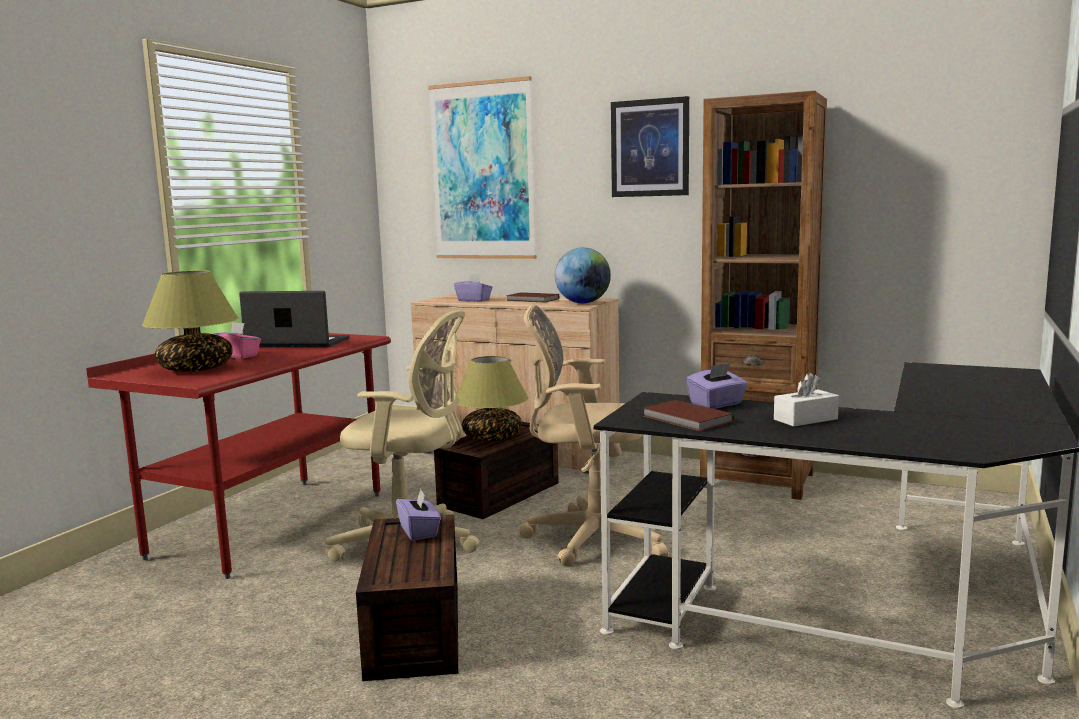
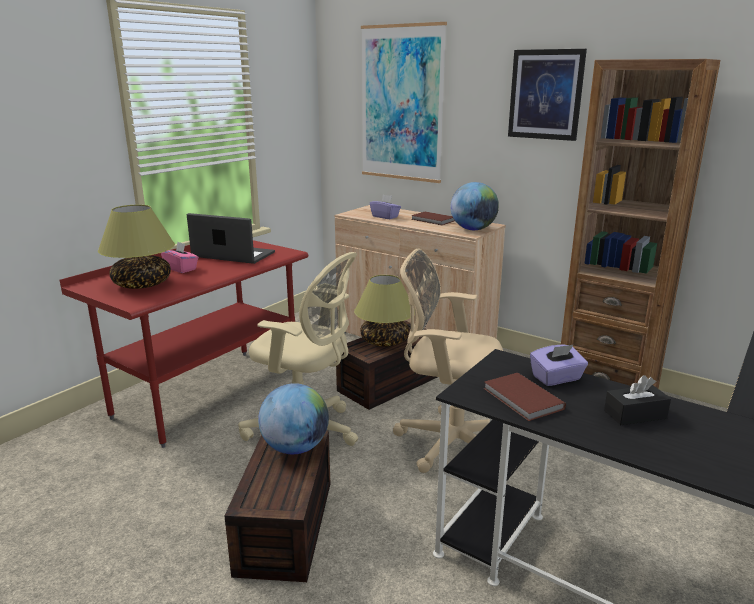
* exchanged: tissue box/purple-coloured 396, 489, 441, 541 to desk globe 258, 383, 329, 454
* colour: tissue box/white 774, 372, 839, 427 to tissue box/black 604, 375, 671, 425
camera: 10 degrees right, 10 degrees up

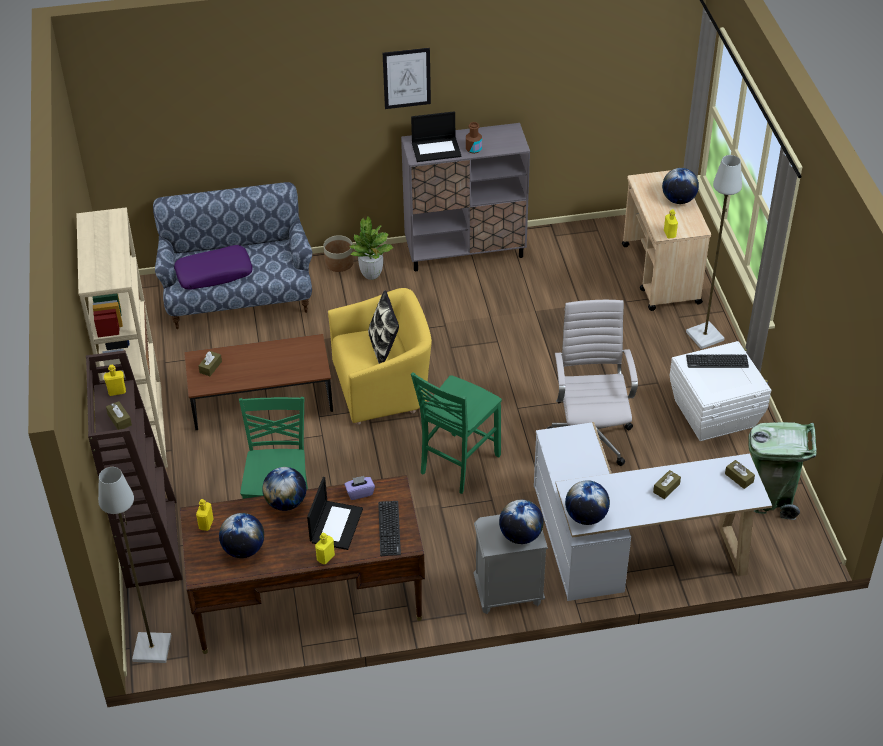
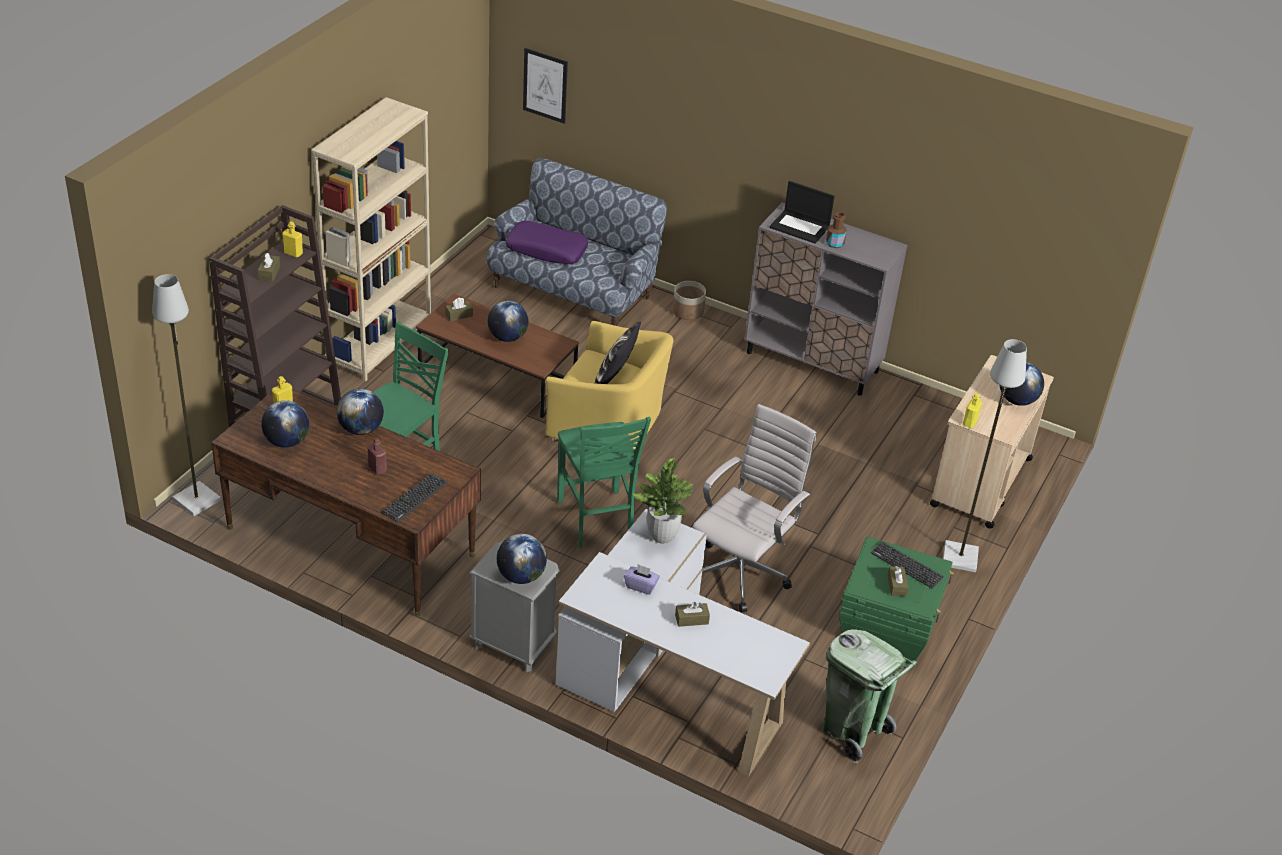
* missing: drink bottle/yellow-coloured 315, 532, 335, 564
* relocated: tissue box/purple-coloured 344, 476, 375, 500 to 624, 564, 660, 595
* relocated: potted plant 350, 216, 393, 280 to 633, 458, 693, 544
* relocated: wall art 383, 48, 431, 109 to 523, 48, 568, 124
* relocated: desk globe 565, 480, 610, 525 to 488, 301, 529, 342
* relocated: tissue box/brownish 725, 460, 755, 489 to 887, 566, 908, 596
* exchanged: notebook computer 307, 477, 363, 550 to drink bottle/red 368, 438, 387, 475
* colour: storage box/white 670, 341, 771, 441 to storage box/green-coloured 839, 537, 954, 661
* spun: chair/green-coloured 411, 372, 502, 494 = 557, 417, 651, 548 90 degrees counterclockwise
camera: 35 degrees right, 5 degrees down

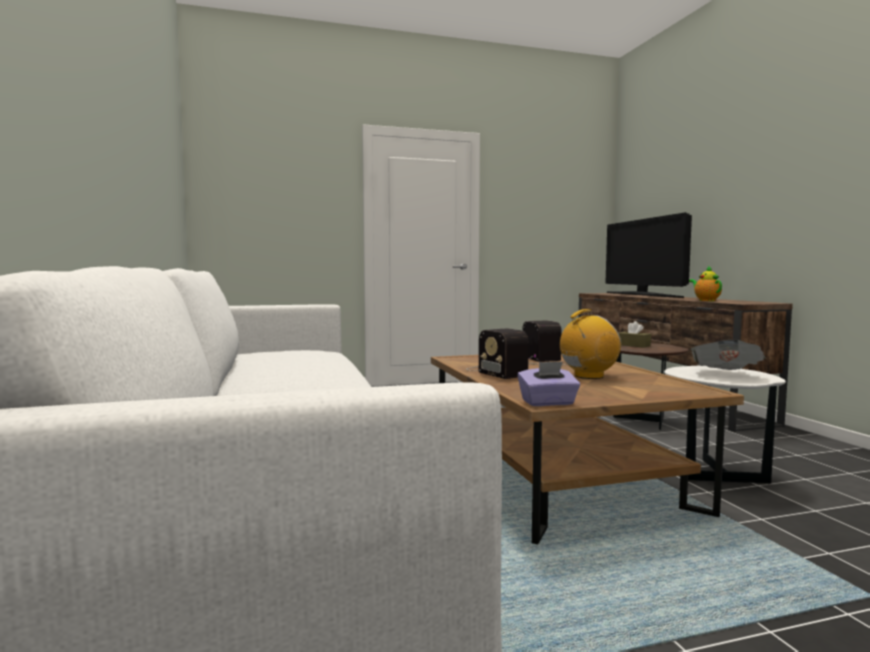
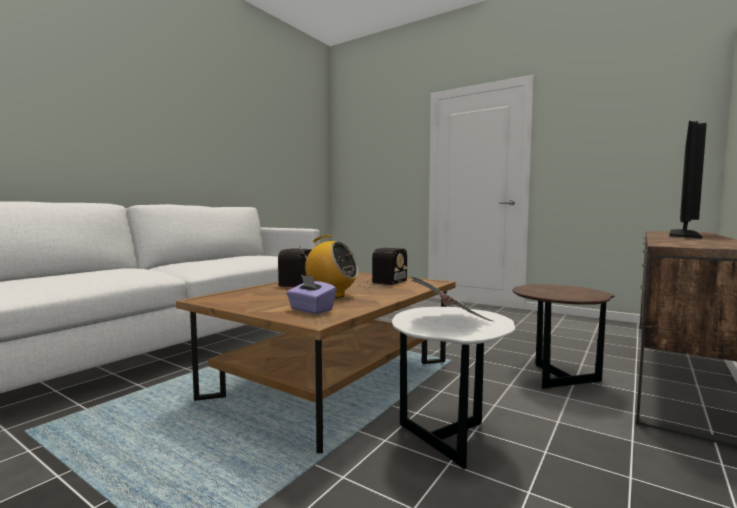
* missing: tissue box/brownish 618, 321, 651, 348
* missing: tea pot 689, 266, 722, 301
* relocated: tissue box/purple-coloured 518, 362, 580, 406 to 286, 275, 337, 314
camera: 50 degrees right, 0 degrees up

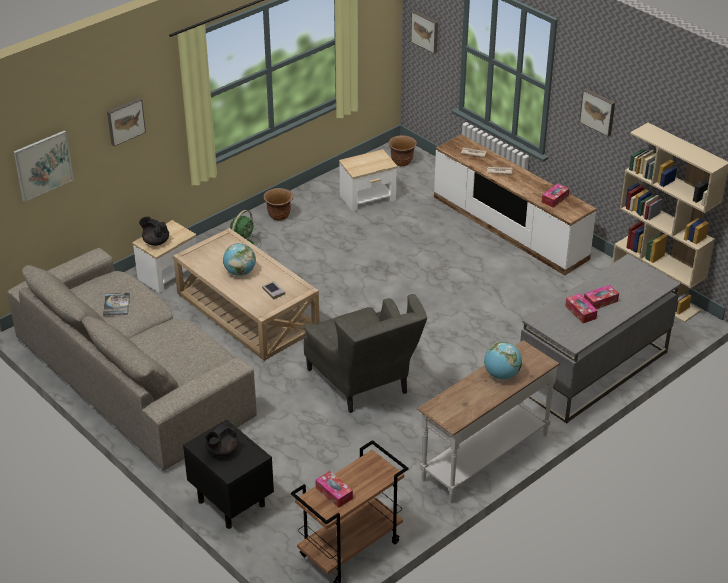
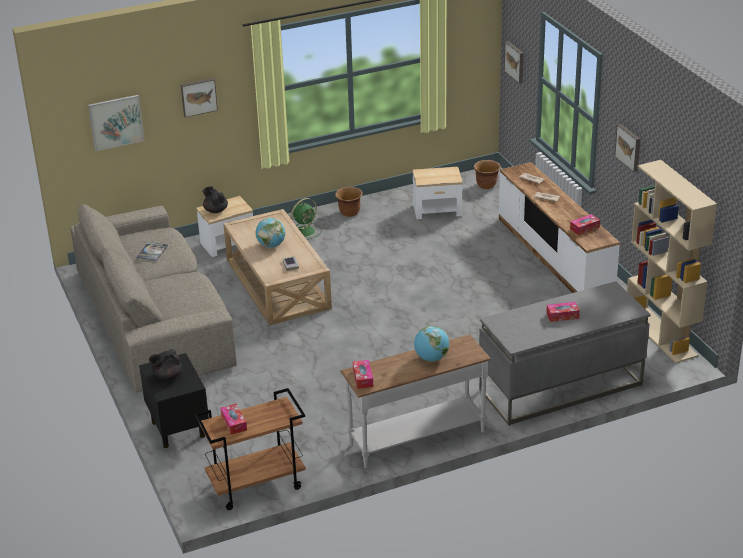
* missing: lounge chair/gray 304, 294, 427, 413
* relocated: tissue box 565, 293, 598, 323 to 353, 360, 373, 389
camera: 20 degrees right, 5 degrees down

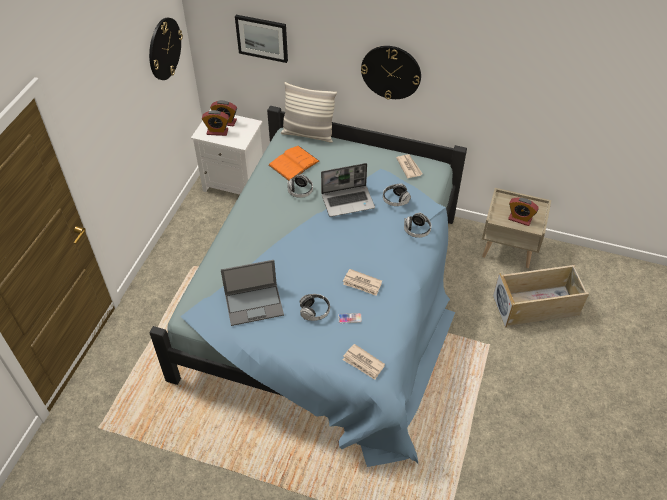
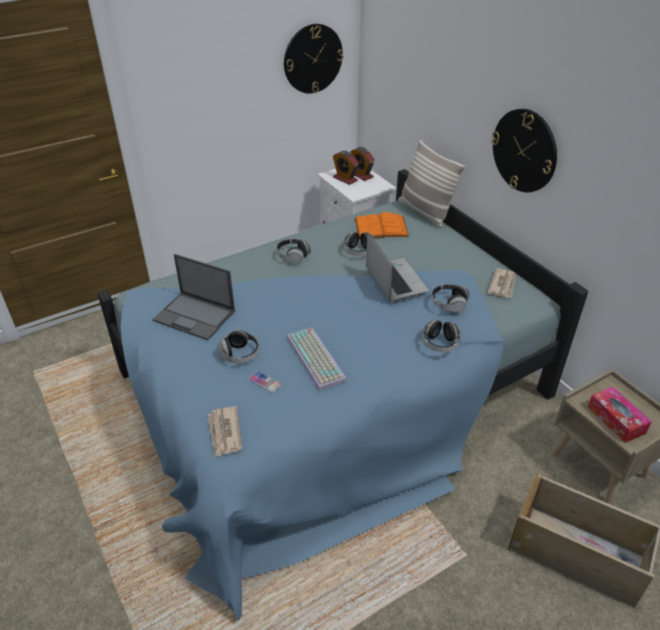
* missing: wall art 235, 15, 288, 63
* appeared: pair of headphones 276, 239, 311, 264
* exchanged: newspaper 343, 269, 382, 296 to keyboard 287, 328, 347, 390
* exchanged: alarm clock 508, 198, 539, 226 to tissue box 588, 387, 651, 443
* spun: notebook computer 321, 163, 375, 217 = 366, 233, 429, 301 135 degrees counterclockwise
camera: 40 degrees right, 10 degrees down

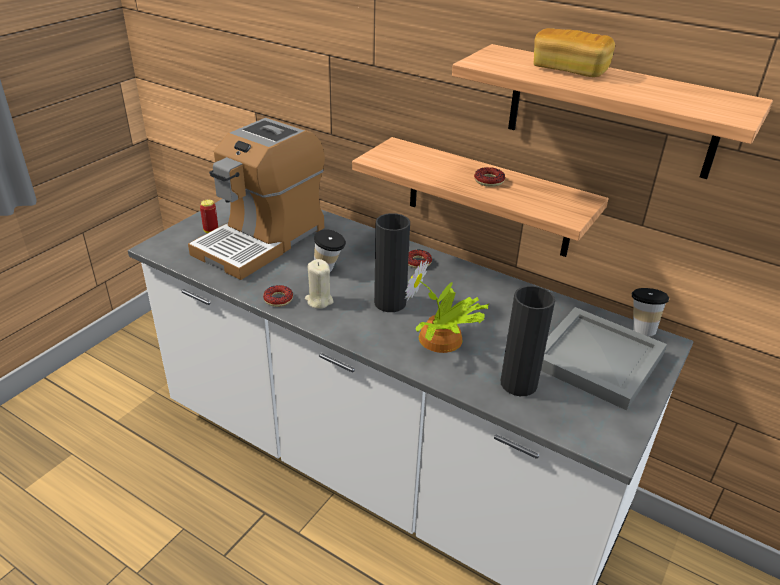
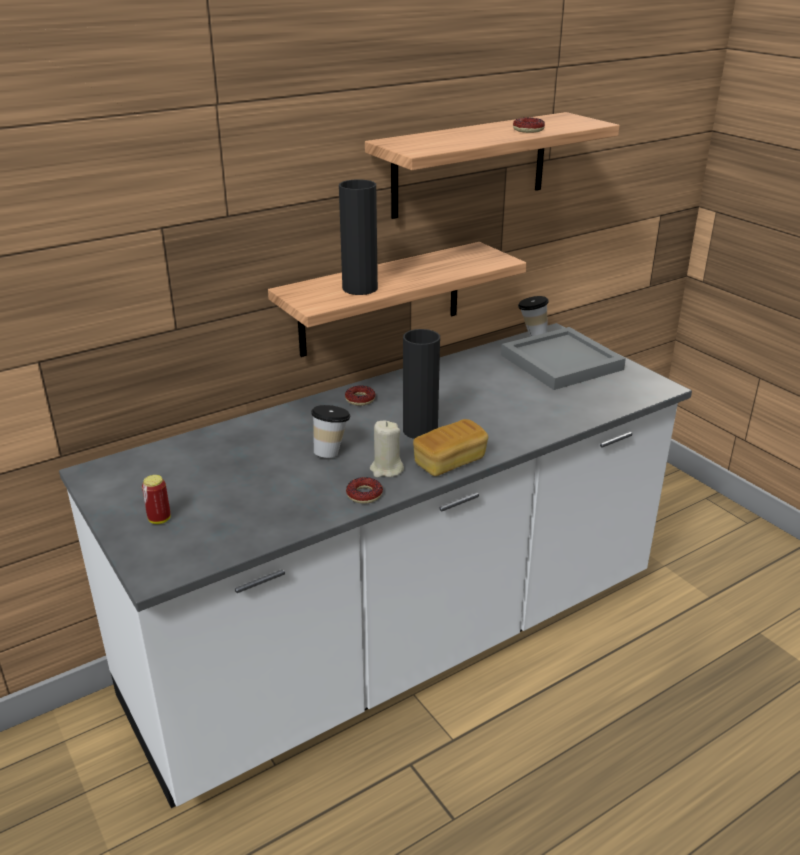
* missing: coffee maker 188, 118, 325, 280
* missing: potted plant 405, 260, 489, 353
* relocated: donut 474, 167, 505, 187 to 513, 117, 545, 133
* relocated: flower vase/black 501, 286, 555, 396 to 339, 179, 378, 295
* relocated: bread 534, 28, 615, 77 to 413, 419, 488, 476
camera: 65 degrees left, 5 degrees down

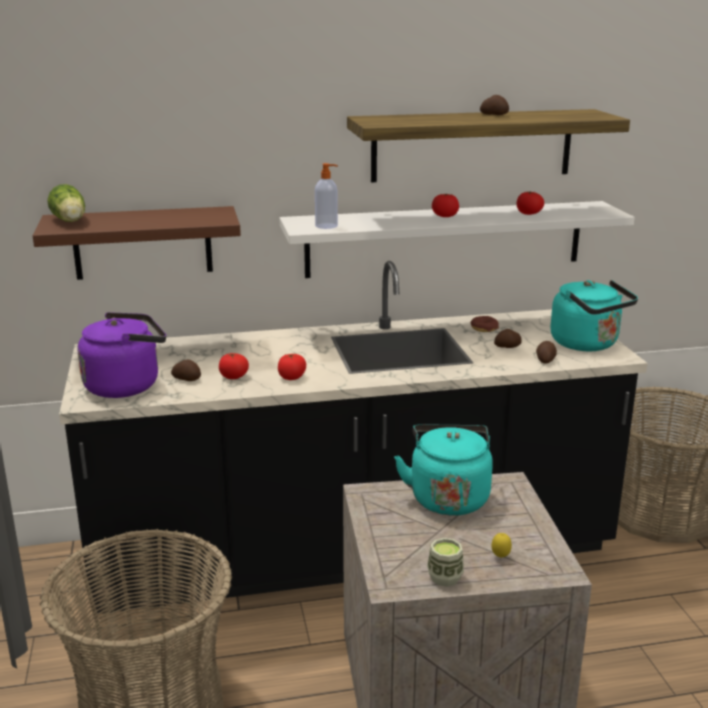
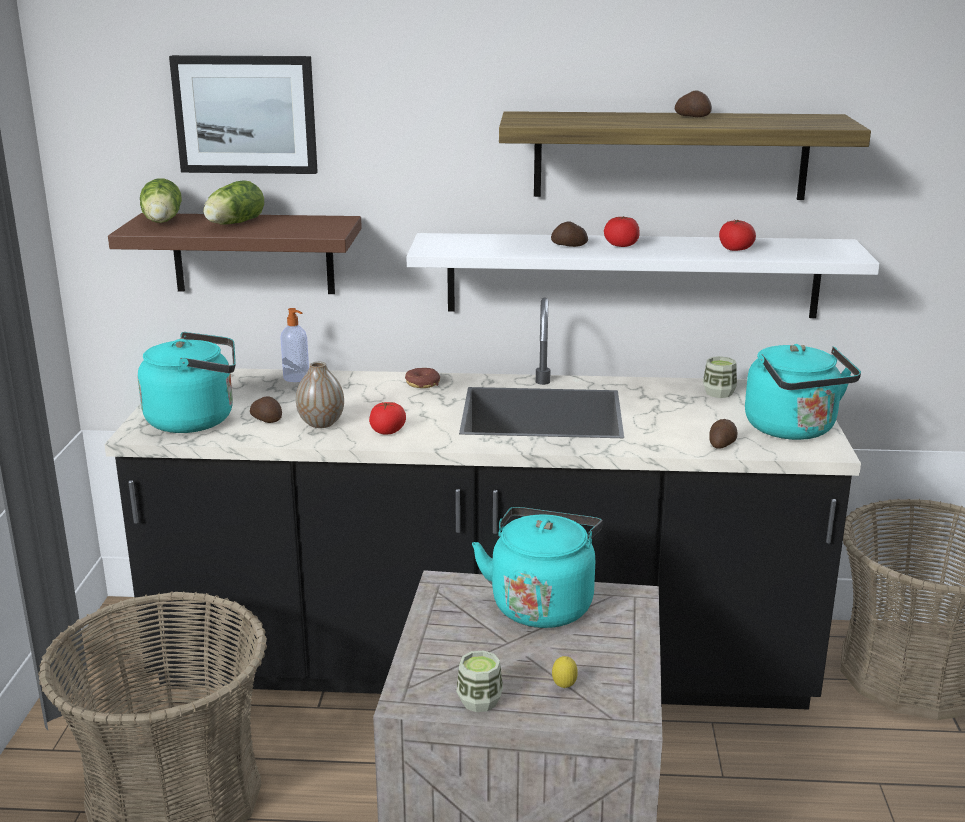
* appeared: wall art 169, 55, 318, 174
* appeared: head of lettuce 203, 180, 264, 225
* appeared: drinking cup 703, 356, 737, 398
* relocated: soap dispenser 315, 163, 338, 229 to 280, 308, 309, 382
* relocated: donut 471, 316, 499, 332 to 405, 368, 440, 388
* relocated: spud 494, 329, 522, 348 to 551, 221, 588, 247
* exchanged: tomato 219, 353, 249, 379 to flower vase 296, 362, 344, 428
* colour: tea kettle/purple-coloured 78, 312, 166, 398 to tea kettle/turquoise 138, 332, 236, 433
camera: 15 degrees right, 0 degrees up

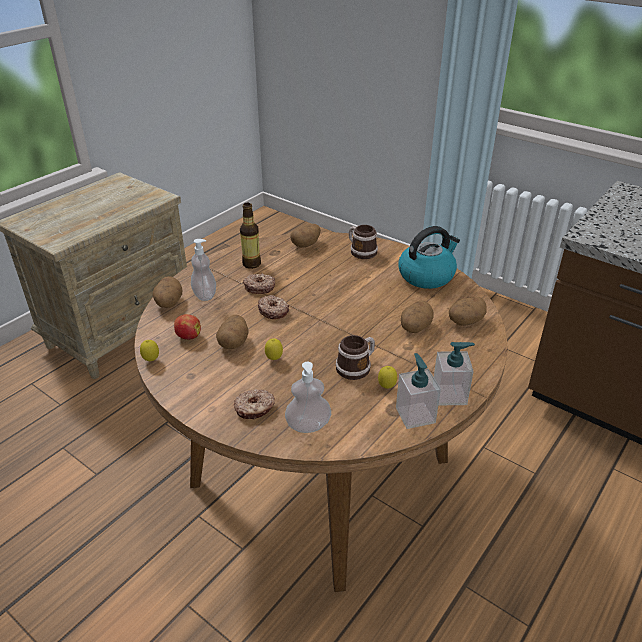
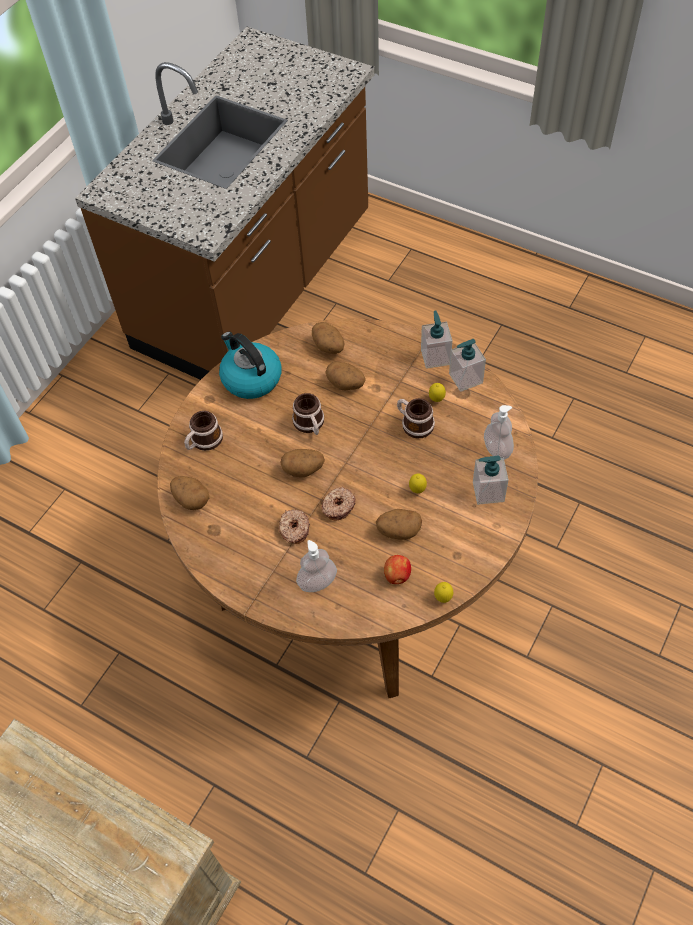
* missing: drink bottle 240, 203, 261, 269
* appeared: coffee mug 292, 393, 324, 435
* relocated: spud 152, 276, 182, 308 to 280, 449, 325, 477
* exchanged: donut 234, 389, 275, 419 to soap dispenser 473, 456, 508, 505
camera: 95 degrees left, 20 degrees up

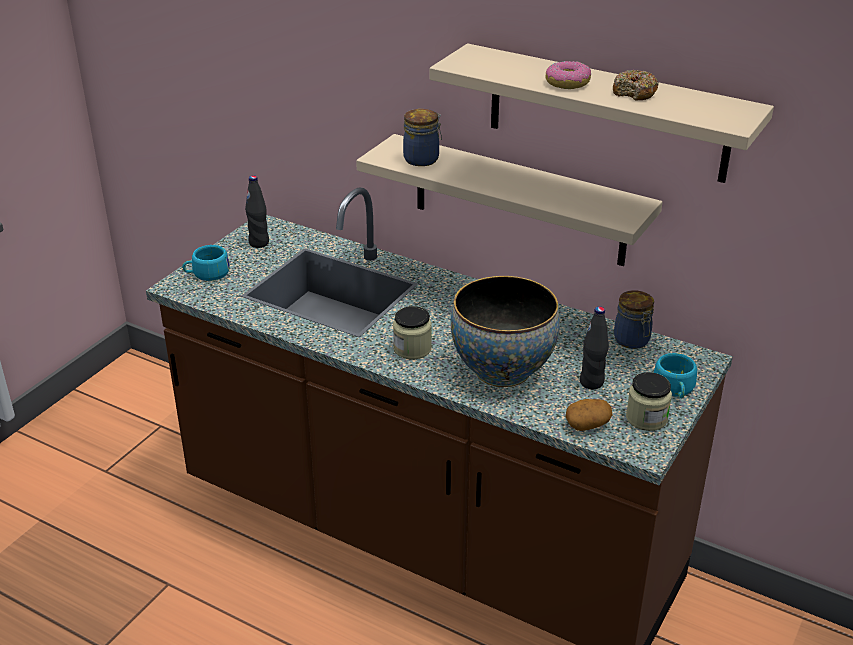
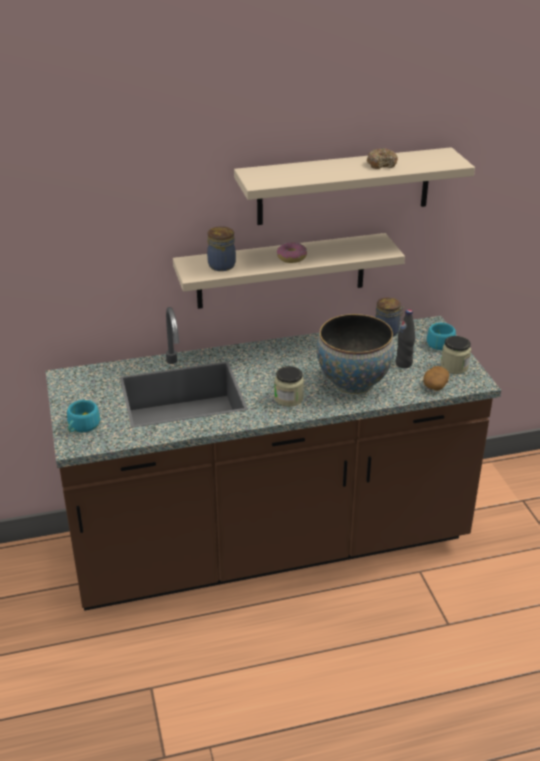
* missing: drink bottle/black 245, 176, 269, 248
* relocated: donut 546, 61, 591, 89 to 277, 242, 307, 263
camera: 45 degrees left, 0 degrees up

